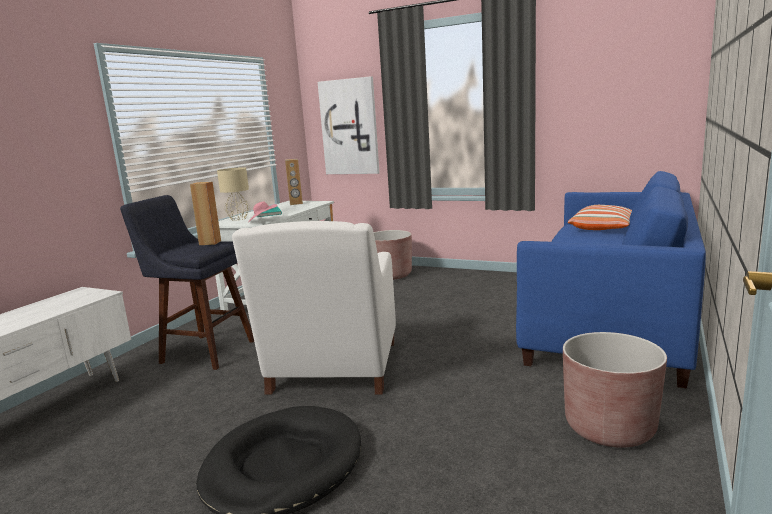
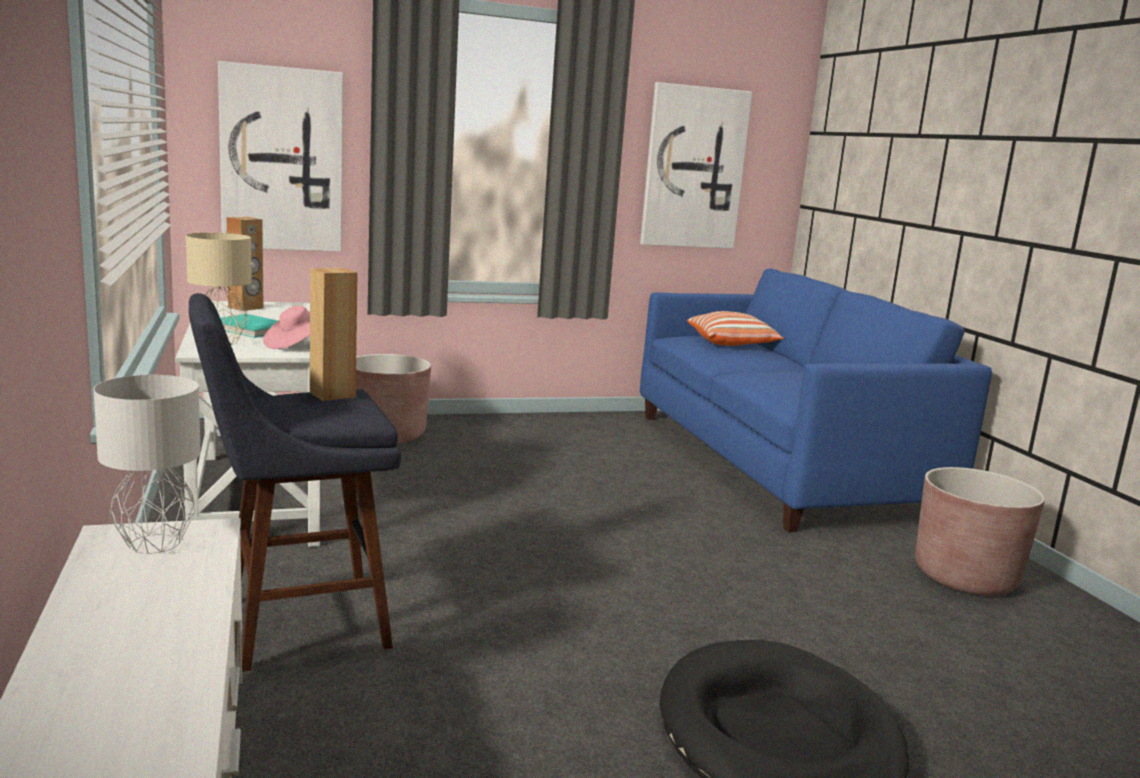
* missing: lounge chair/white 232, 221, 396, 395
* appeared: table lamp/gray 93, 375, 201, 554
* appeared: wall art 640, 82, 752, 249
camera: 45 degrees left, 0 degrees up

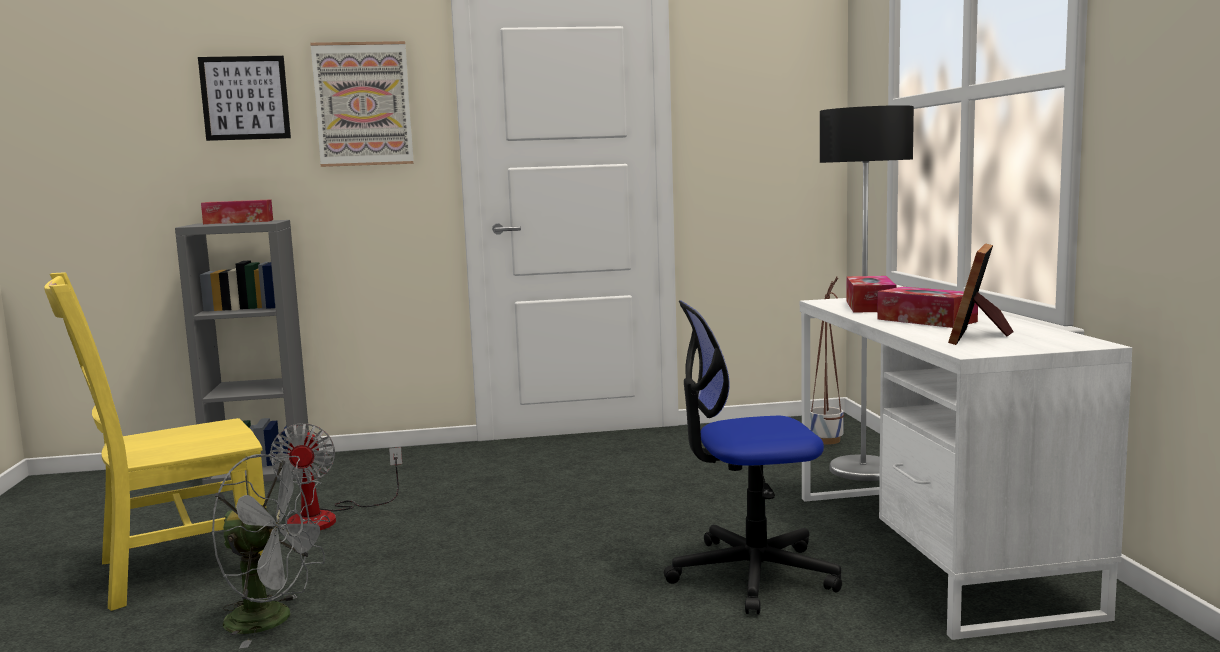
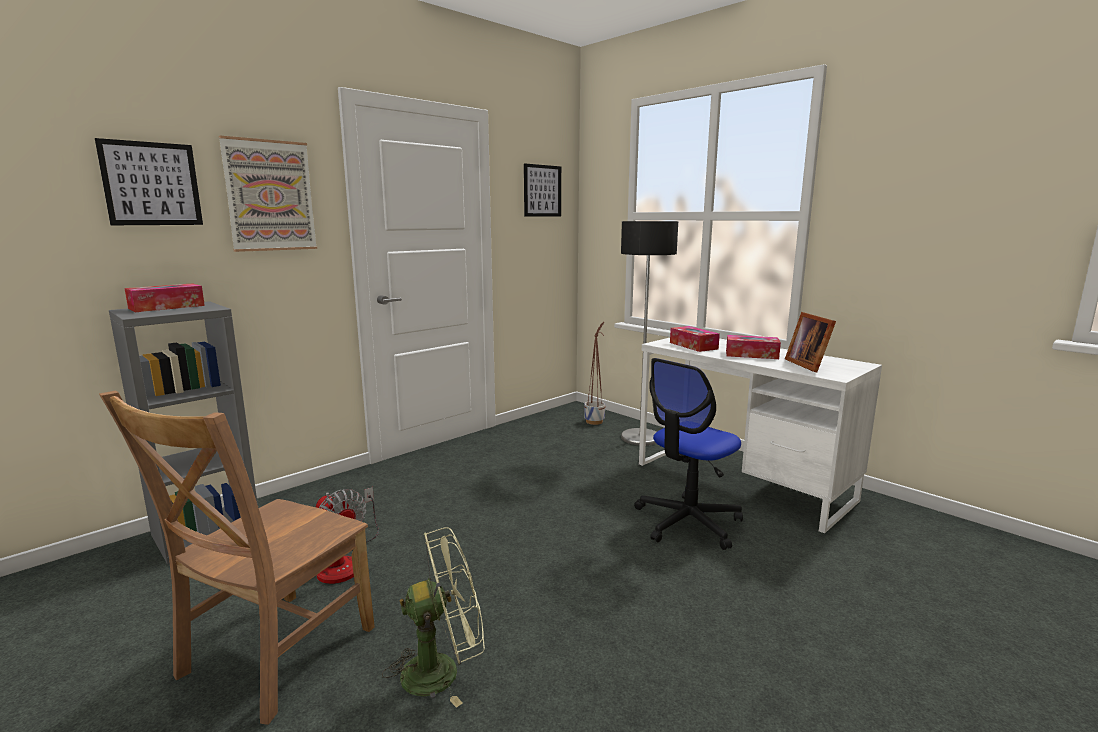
* appeared: wall art 524, 163, 561, 216
* colour: chair/yellow-coloured 44, 272, 266, 611 to chair/brownish 99, 391, 375, 725
* colour: fan/gray 211, 454, 330, 648 to fan/green-coloured 382, 527, 485, 708
camera: 35 degrees left, 5 degrees up

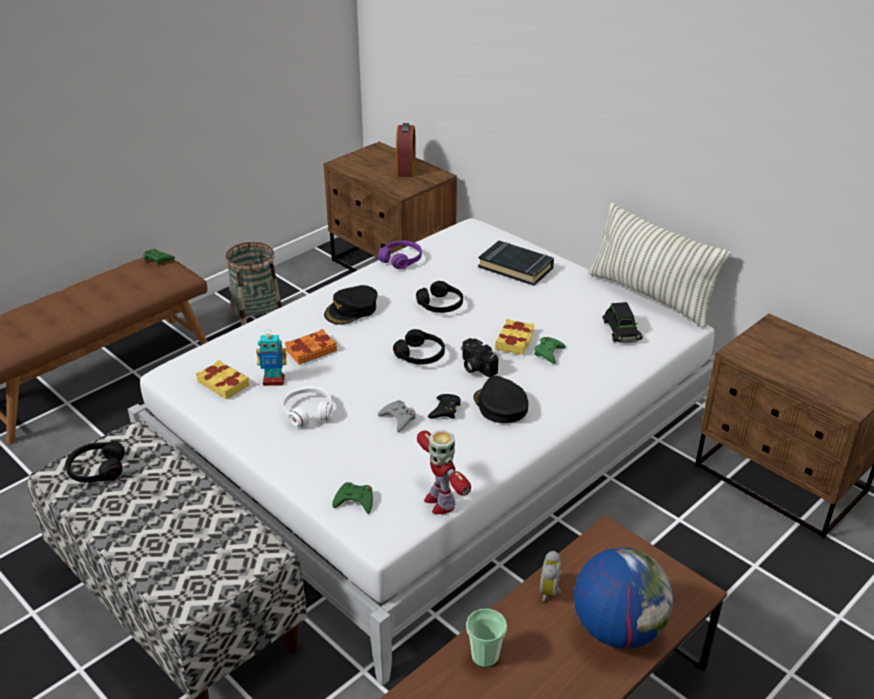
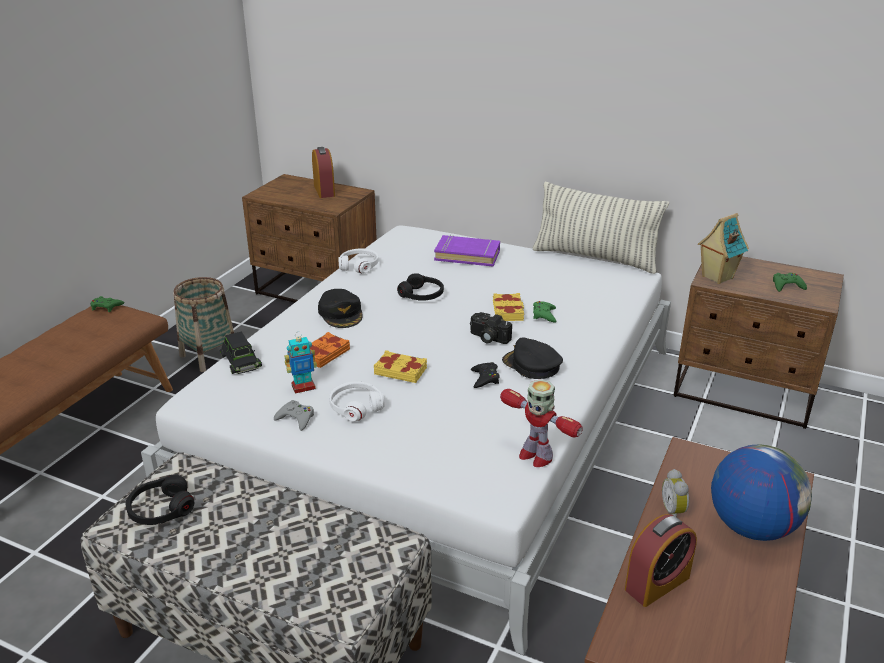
* missing: pair of headphones/black 393, 329, 445, 365
* appeared: model house 698, 213, 749, 284
* relocated: book/yellow-coloured 196, 360, 249, 400 to 373, 350, 427, 383
* relocated: game controller/green-coloured 332, 482, 373, 514 to 773, 273, 807, 292
* relocated: game controller/gray 378, 400, 416, 432 to 274, 400, 314, 431
* relocated: miniature car/black 602, 302, 643, 343 to 220, 332, 262, 374
* exchanged: drinking cup 466, 609, 507, 668 to alarm clock 625, 514, 697, 607
* colour: pair of headphones/purple-coloured 378, 241, 422, 269 to pair of headphones/white 338, 248, 378, 274
* colour: book/black 478, 241, 554, 286 to book/purple-coloured 434, 235, 500, 267
* spun: cap/black 324, 285, 377, 325 = 318, 289, 363, 328 45 degrees counterclockwise
camera: 20 degrees left, 5 degrees down

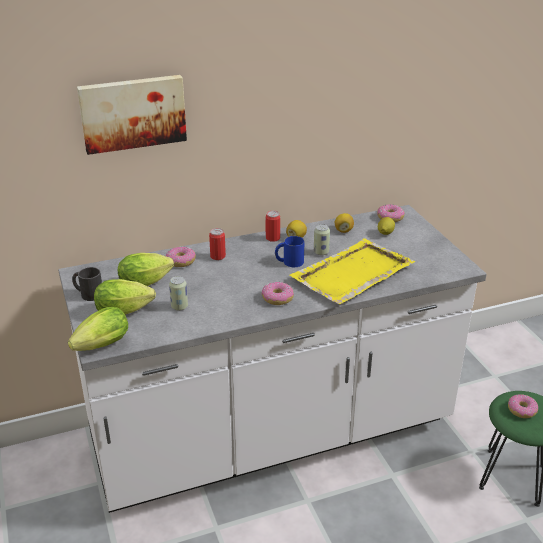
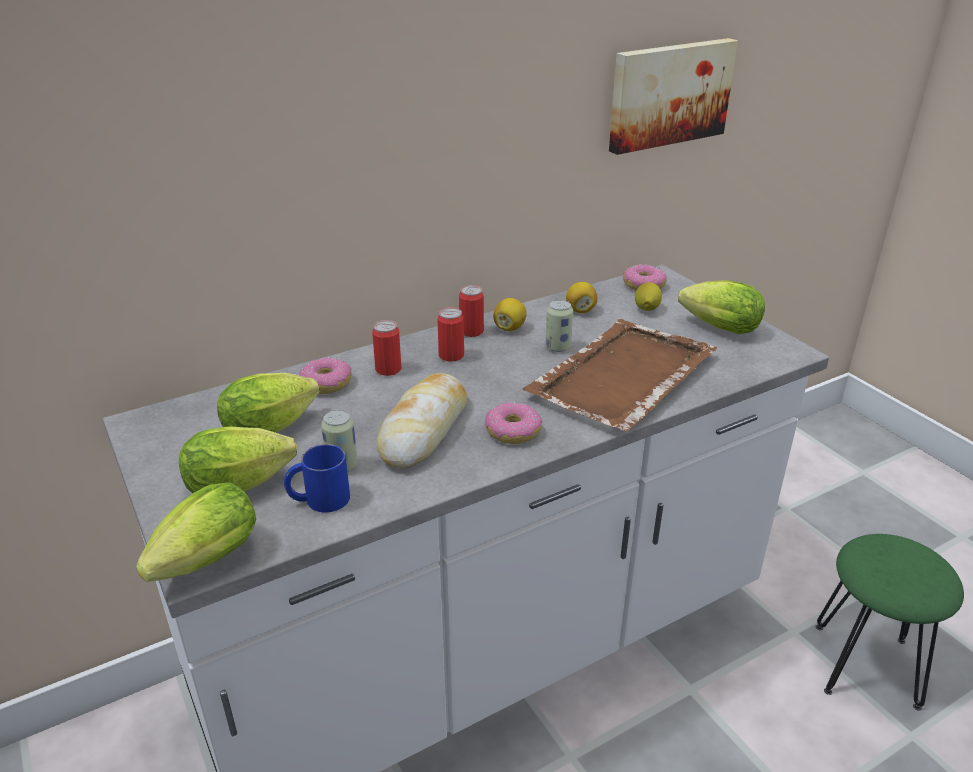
* missing: coffee mug/black 72, 267, 102, 301
* missing: donut 508, 394, 538, 418
* appeared: bread 376, 373, 468, 468
* appeared: can 437, 307, 464, 362
* appeared: head of lettuce 678, 280, 765, 334
* relocated: wall art 77, 75, 187, 155 to 609, 38, 738, 155
* relocated: coffee mug/blue 275, 236, 305, 267 to 284, 444, 350, 512
* colour: serving tray/yellow-coloured 289, 239, 415, 304 to serving tray/brownish 522, 319, 717, 431
camera: 10 degrees left, 0 degrees up

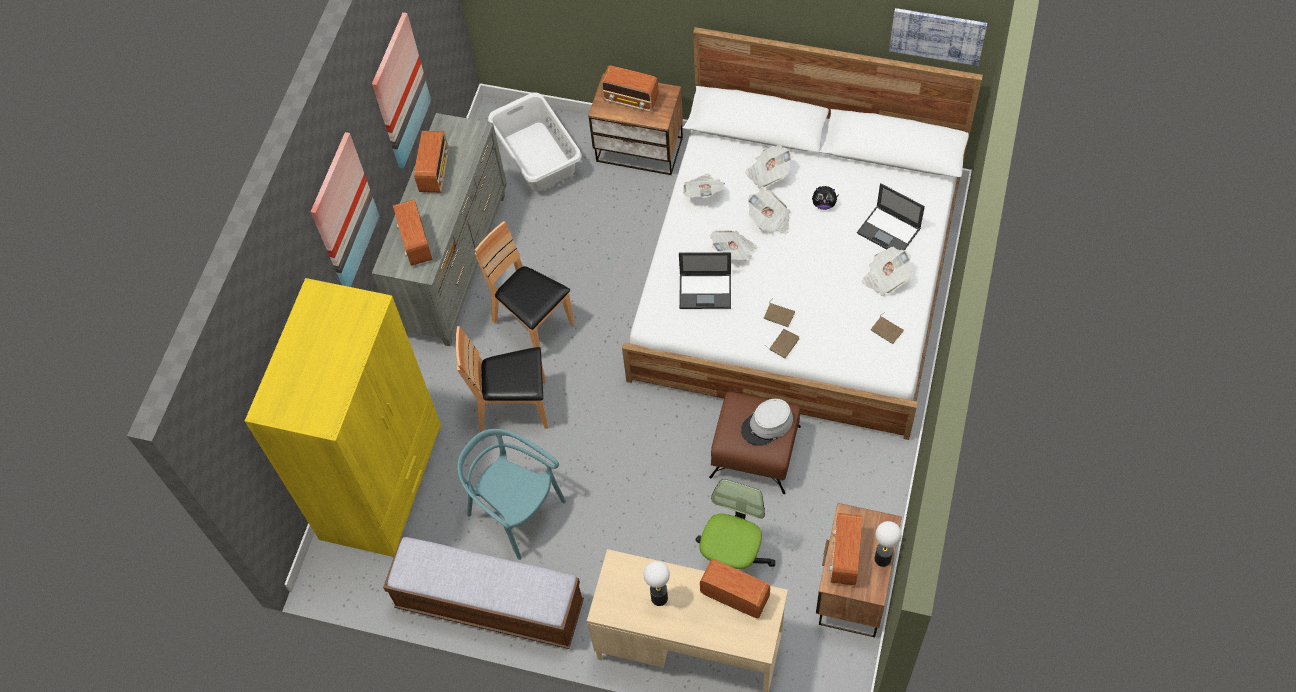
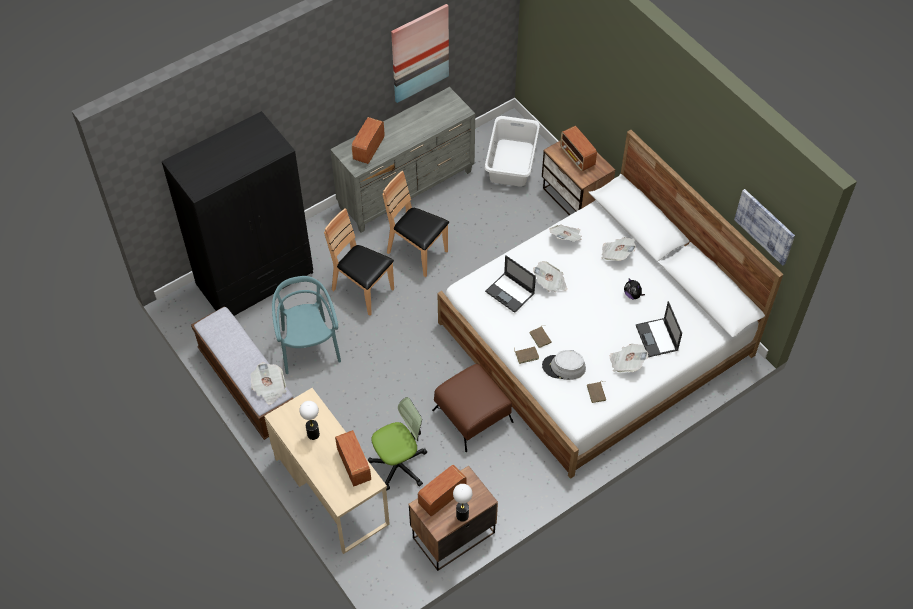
* missing: wall art 311, 132, 380, 287
* missing: radio receiver 414, 131, 449, 193
* relocated: wearable hat/gray 741, 399, 793, 446 to 542, 350, 586, 380
* relocated: newspaper 748, 190, 791, 234 to 251, 362, 286, 405
* colour: wardrobe/yellow-coloured 245, 278, 441, 557 to wardrobe/black 162, 111, 313, 316
* spun: chair/brownish 474, 221, 574, 358 = 382, 171, 449, 277 45 degrees counterclockwise
camera: 35 degrees right, 5 degrees down

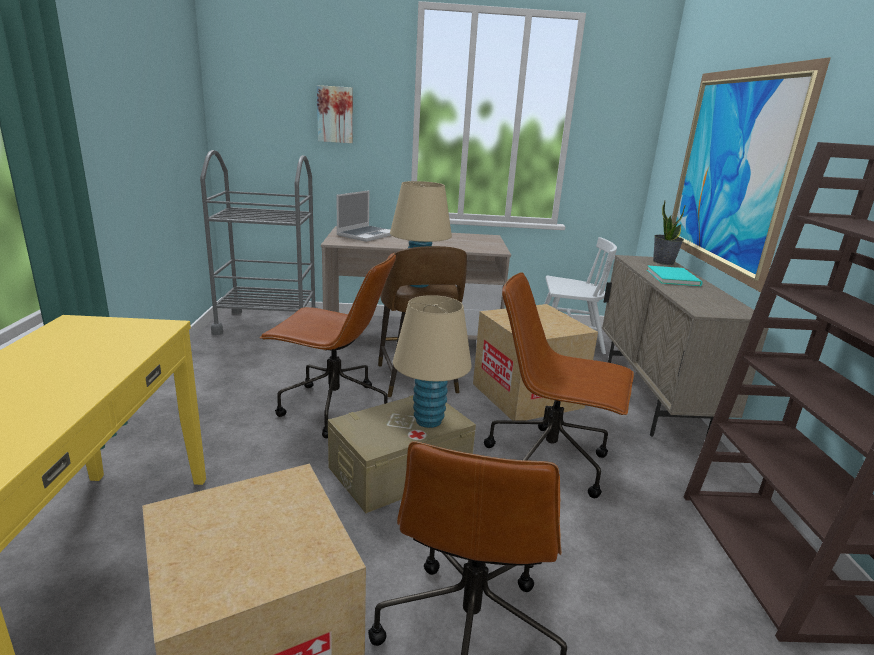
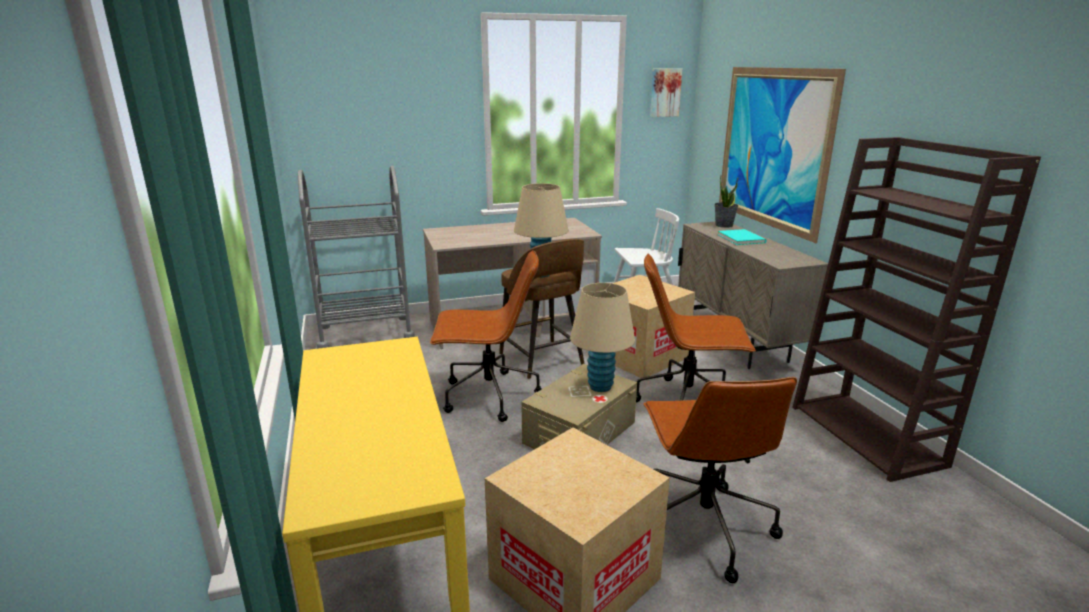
* missing: notebook computer 336, 190, 391, 242
* relocated: wall art 317, 85, 353, 143 to 650, 68, 682, 117
camera: 15 degrees left, 0 degrees up

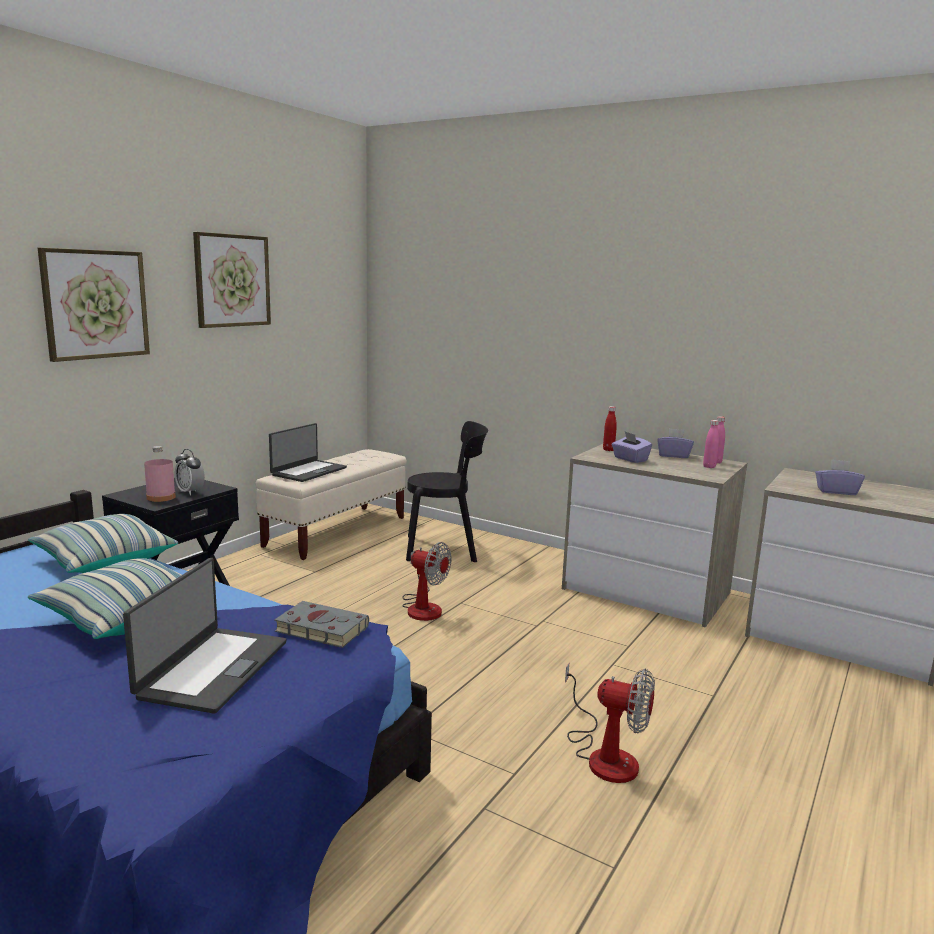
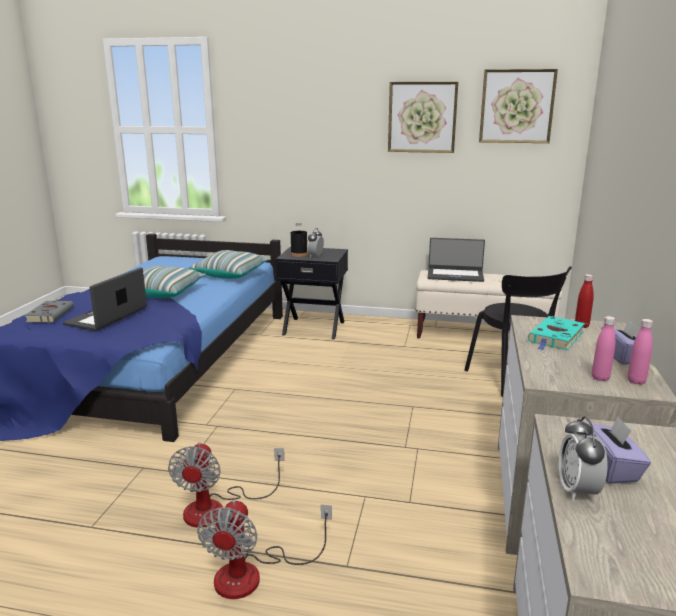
* appeared: alarm clock 559, 416, 608, 501
* relocated: wall art 38, 248, 150, 362 to 479, 69, 558, 143
* relocated: book/gray 274, 601, 369, 648 to 24, 301, 74, 323
* relocated: fan 402, 542, 451, 621 to 197, 500, 332, 599
* exchanged: tissue box/purple-coloured 612, 432, 652, 463 to book/turquoise 528, 316, 585, 350
* colour: drink bottle/pinkish 144, 446, 176, 502 to drink bottle/black 291, 222, 308, 257
* spun: notebook computer 123, 558, 286, 714 = 63, 267, 147, 331 120 degrees clockwise
camera: 70 degrees right, 5 degrees up

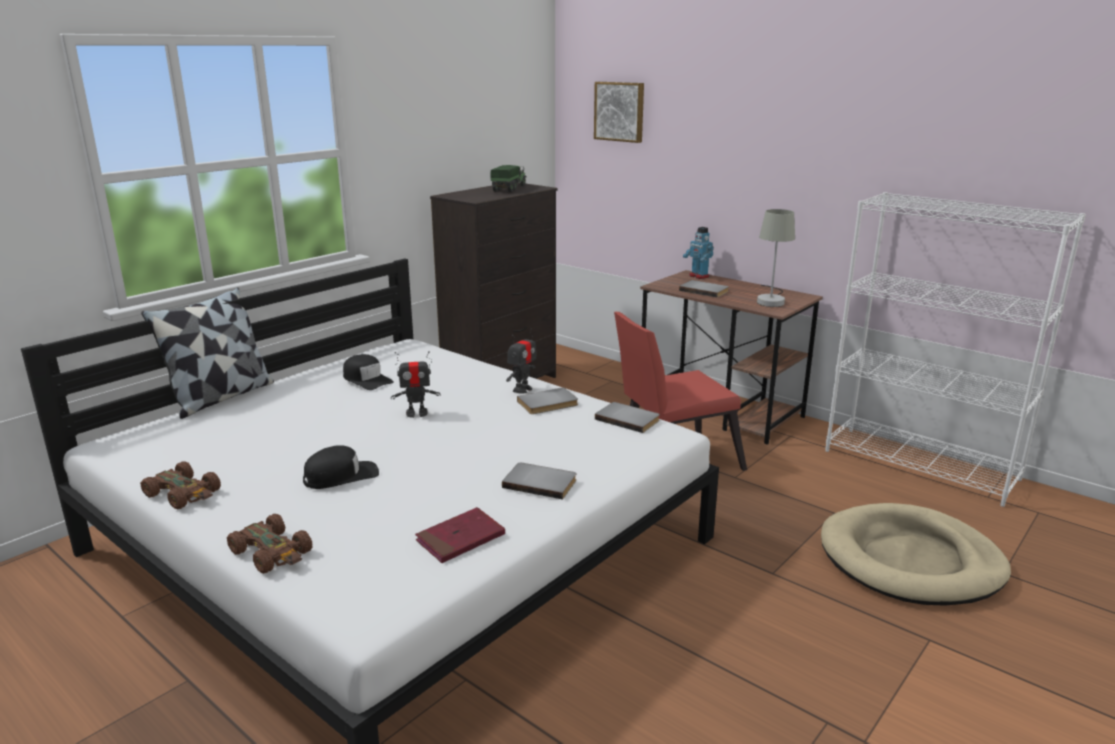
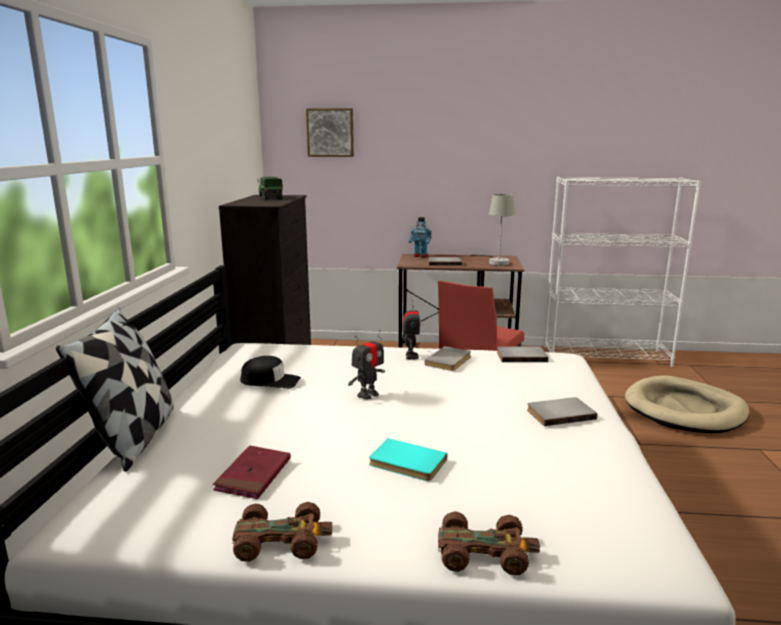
* relocated: book/red 415, 507, 505, 563 to 213, 446, 291, 499
* exchanged: cap/black 303, 445, 379, 489 to book/turquoise 369, 438, 447, 481
camera: 35 degrees left, 5 degrees down

